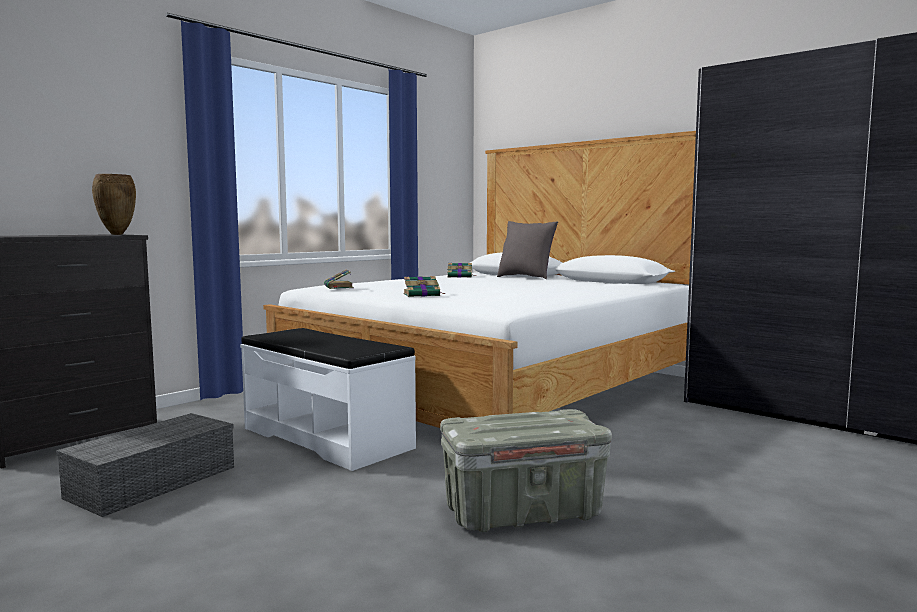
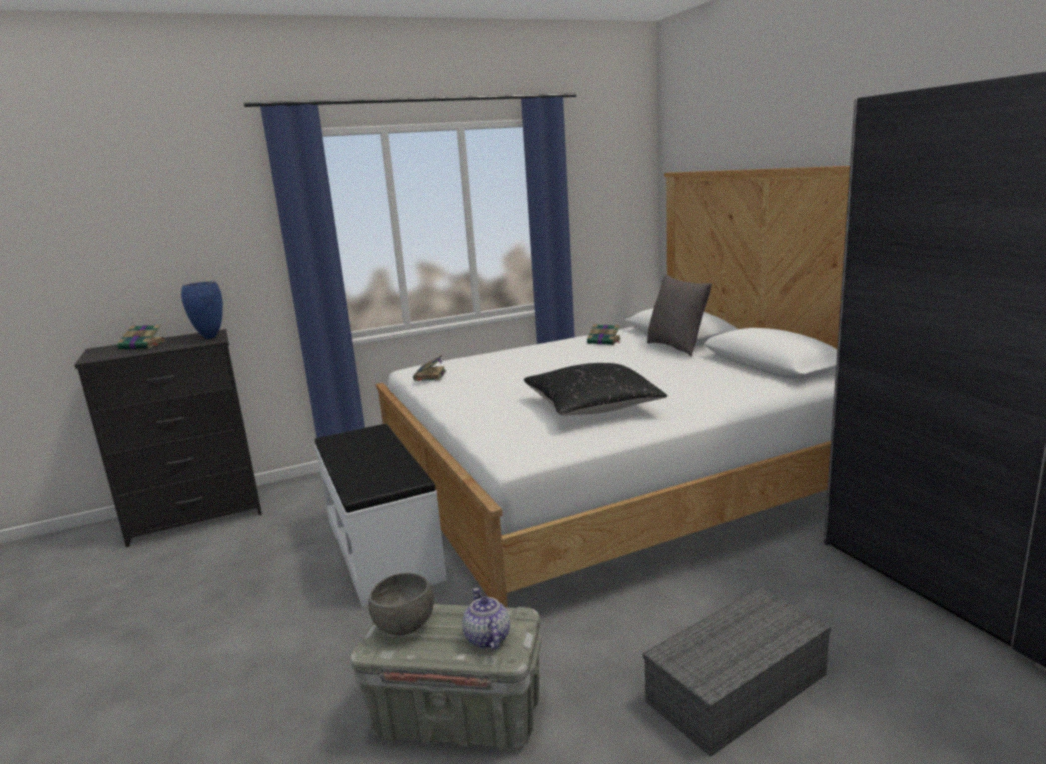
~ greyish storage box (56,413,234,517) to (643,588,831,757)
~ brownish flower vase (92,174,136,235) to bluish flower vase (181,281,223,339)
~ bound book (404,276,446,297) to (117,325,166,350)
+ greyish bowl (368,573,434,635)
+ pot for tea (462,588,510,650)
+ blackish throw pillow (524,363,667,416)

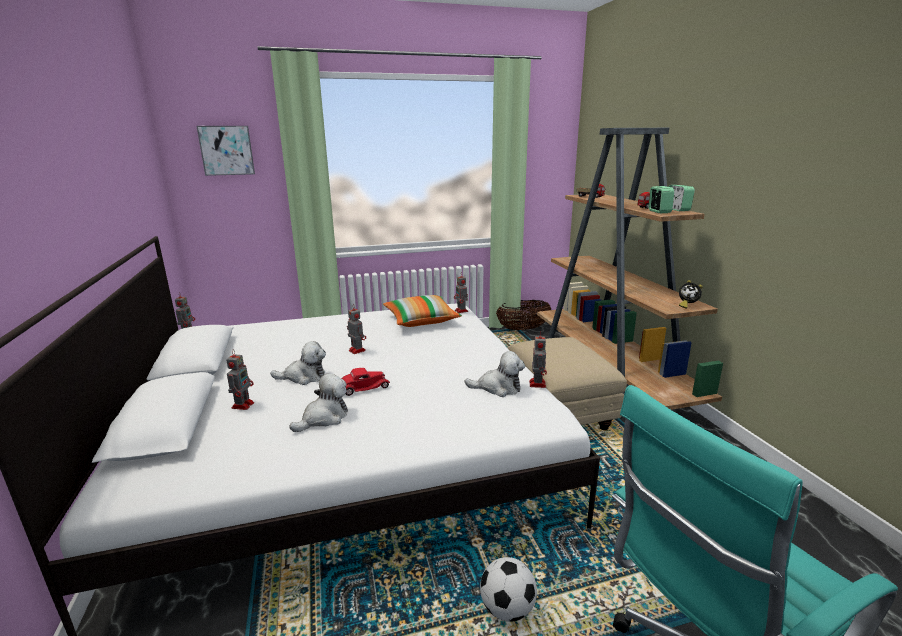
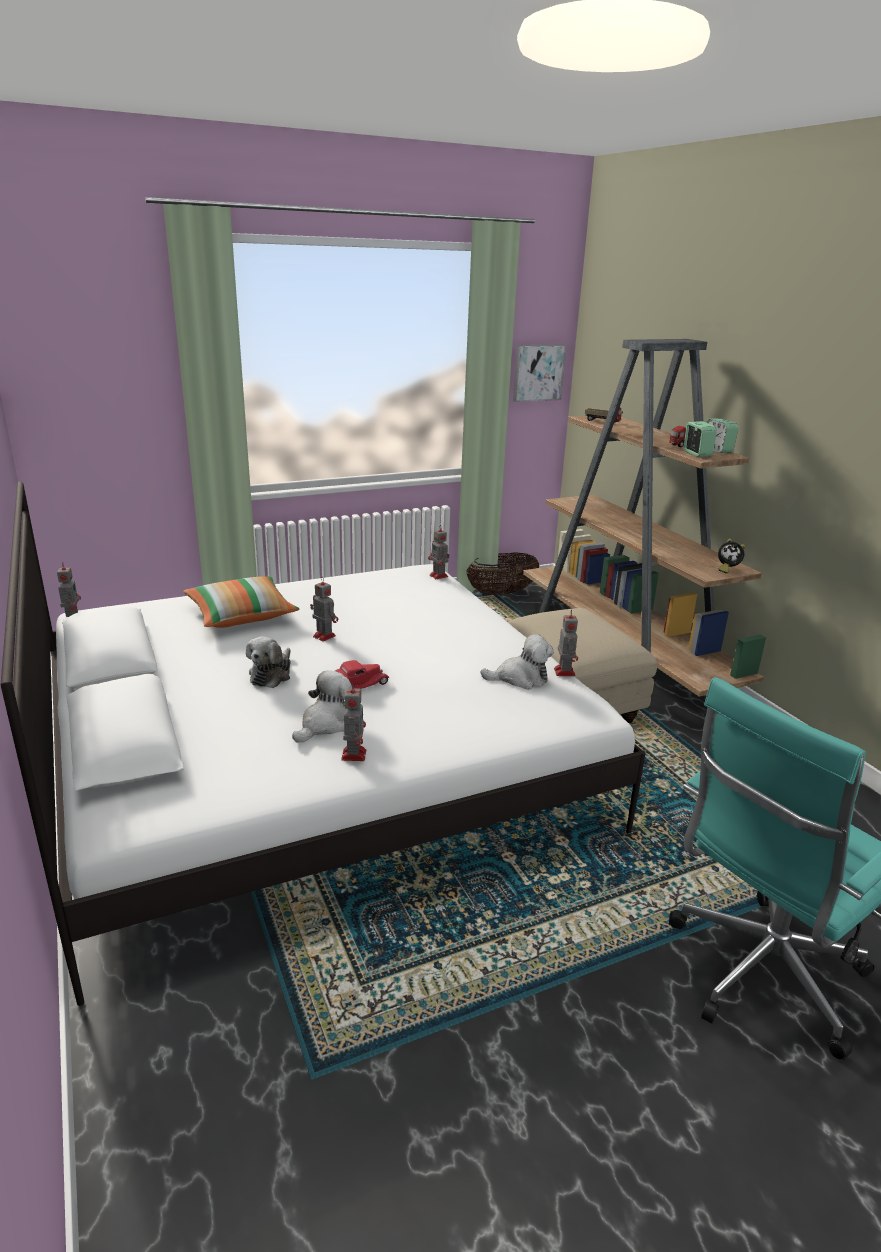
~ wall art (197,126,255,176) to (513,344,566,402)
~ robot figure (226,350,254,410) to (341,683,366,761)
~ plush toy (270,341,326,385) = (246,636,291,688) 120 degrees clockwise
~ throw pillow (383,295,462,327) to (183,576,299,628)
- ball for football (480,557,537,622)

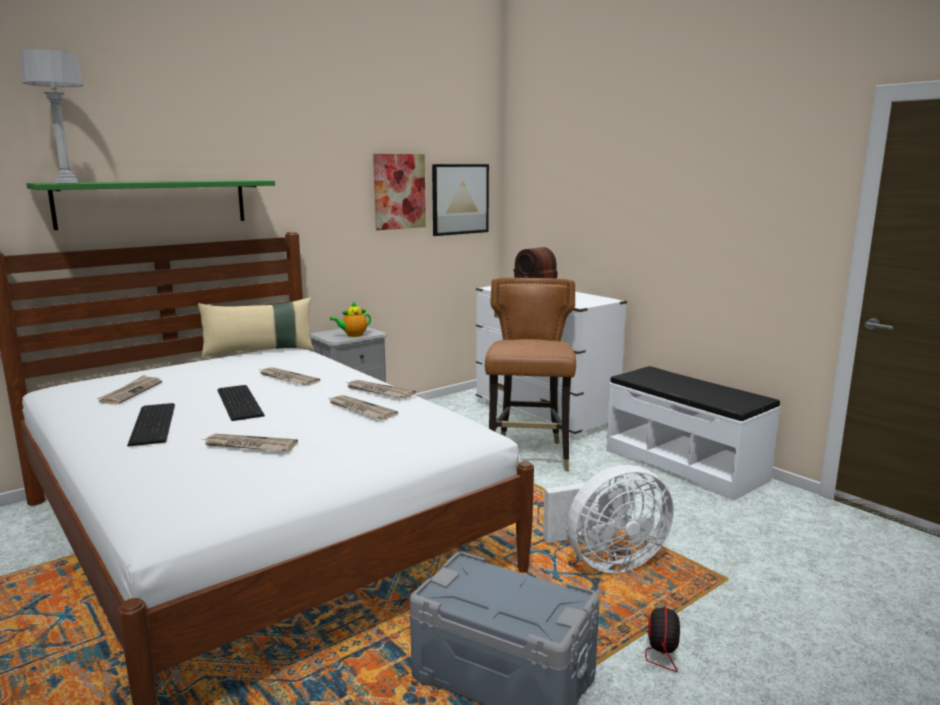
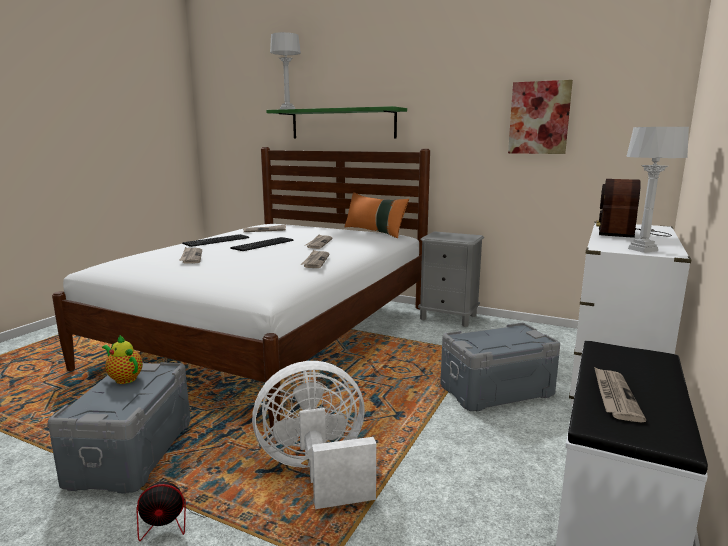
~ sand-coloured throw pillow (198,298,314,357) to orange-coloured throw pillow (345,192,409,238)
~ pot for tea (329,301,371,337) to (102,335,143,384)
~ newspaper (329,395,398,420) to (594,367,646,422)
- wall art (432,164,489,236)
~ brownish plain chair (485,278,576,471) to greyish storage box (440,323,560,412)
~ whitish fan (543,465,674,573) = (252,361,376,509) 120 degrees clockwise
+ greyish table lamp (626,127,689,253)

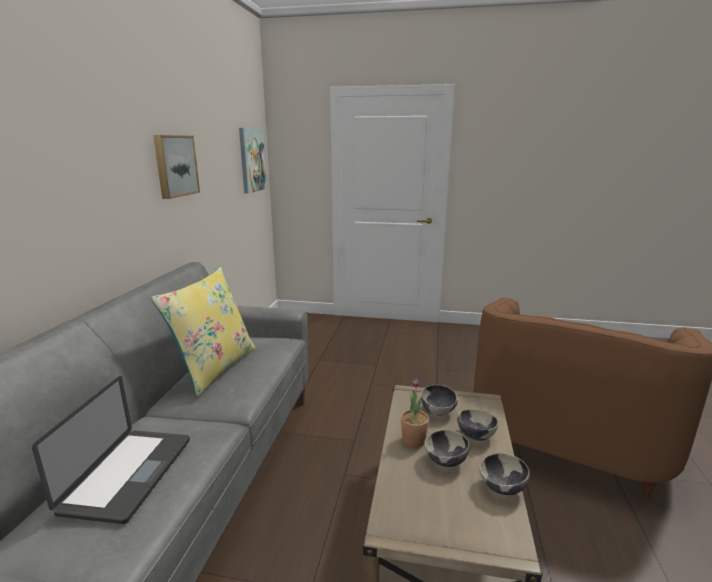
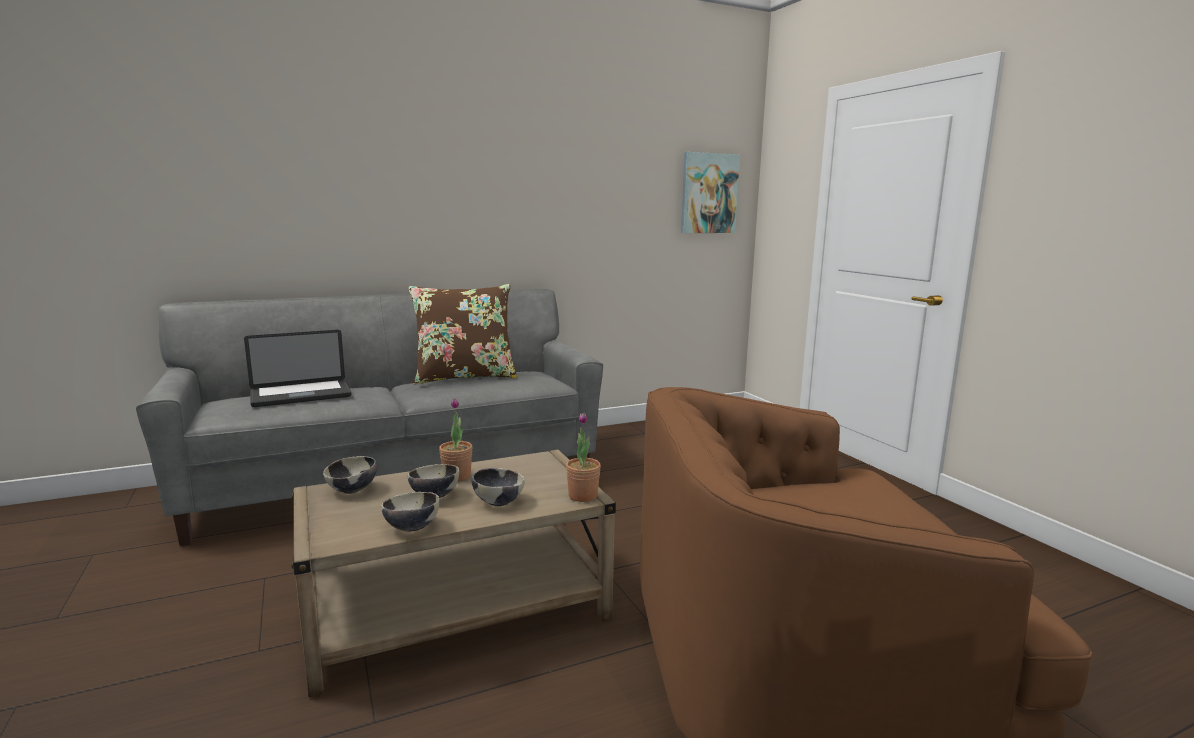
~ yellowish throw pillow (151,267,256,396) to brownish throw pillow (409,284,517,384)
- wall art (153,135,200,199)
~ bowl (421,385,458,416) to (323,456,377,494)
+ houseplant (566,413,601,502)

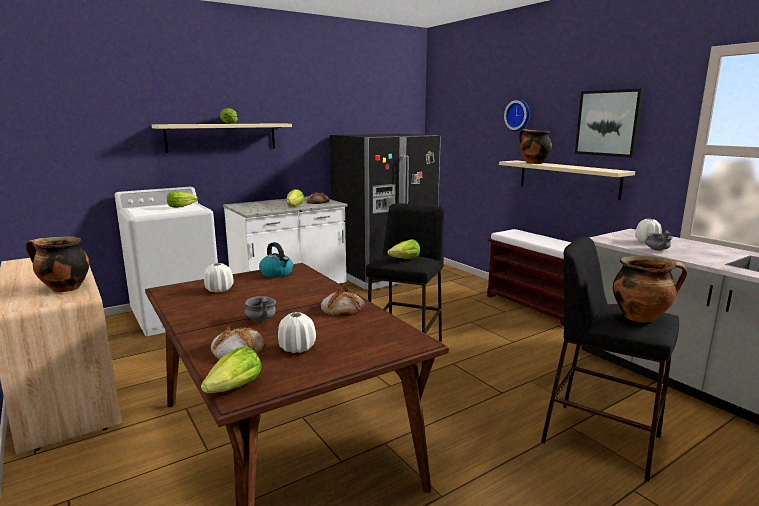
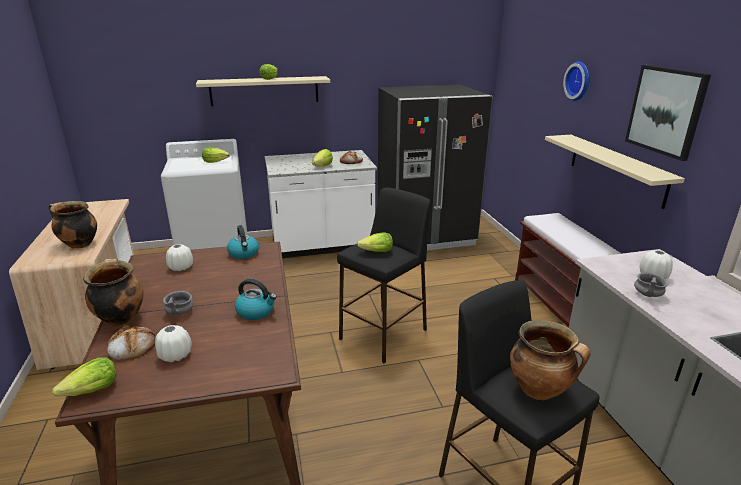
~ bread (321,287,365,316) to water kettle (235,279,277,320)
~ saucepot (519,129,552,164) to (83,259,143,326)

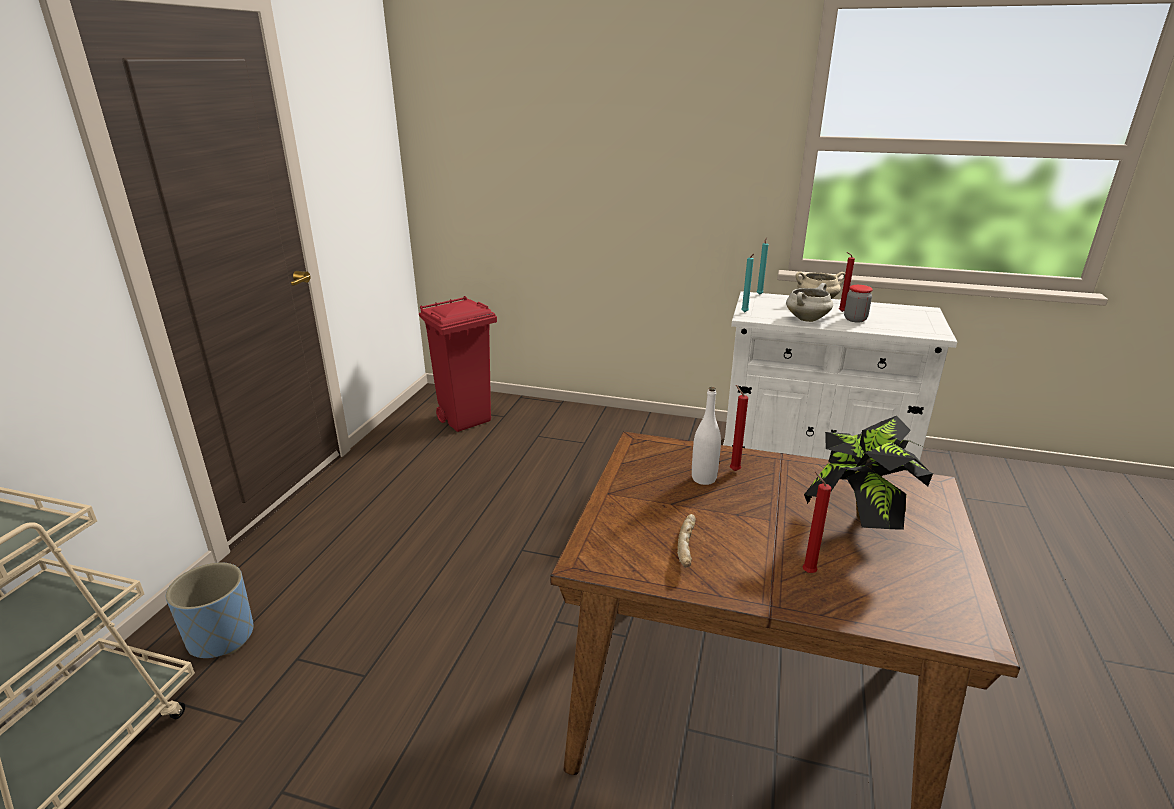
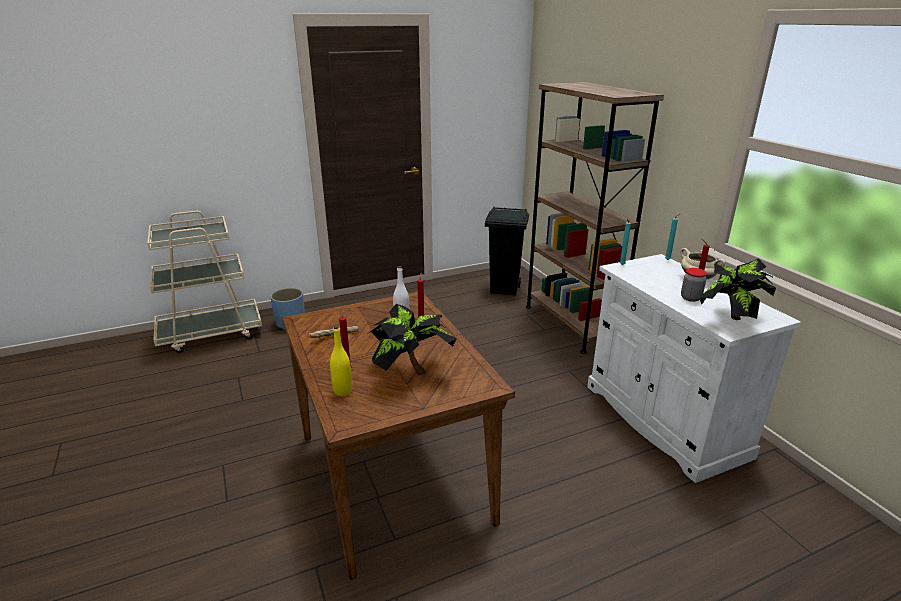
~ red-coloured rubbish bin (419,296,497,432) to blackish rubbish bin (485,207,529,295)
- whitish saucepot (786,283,833,322)
+ yellowish drink bottle (330,325,352,396)
+ brownish shelving unit (526,82,664,354)
+ houseplant (700,258,776,320)

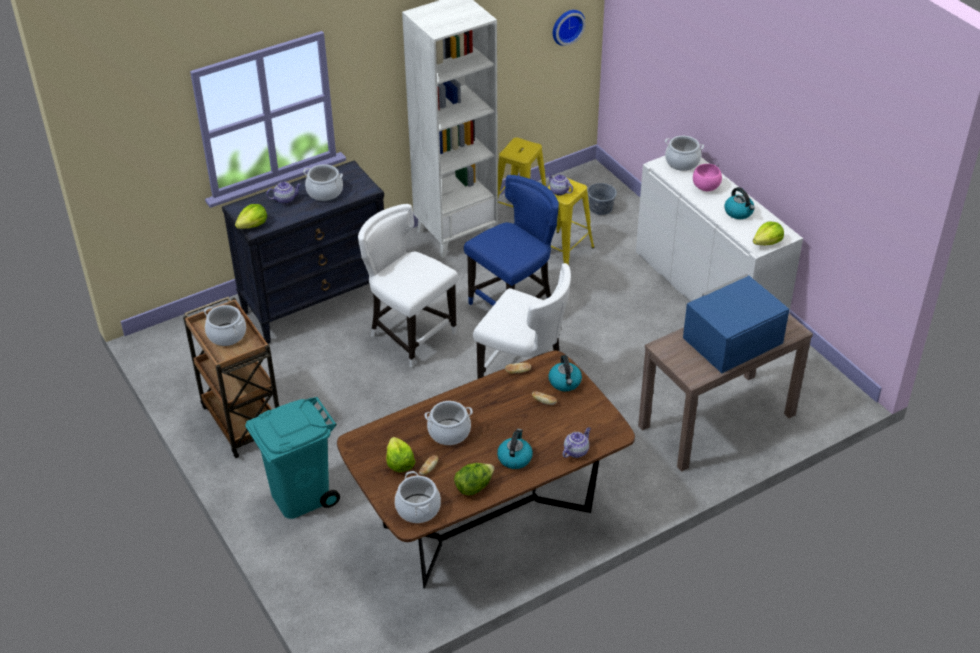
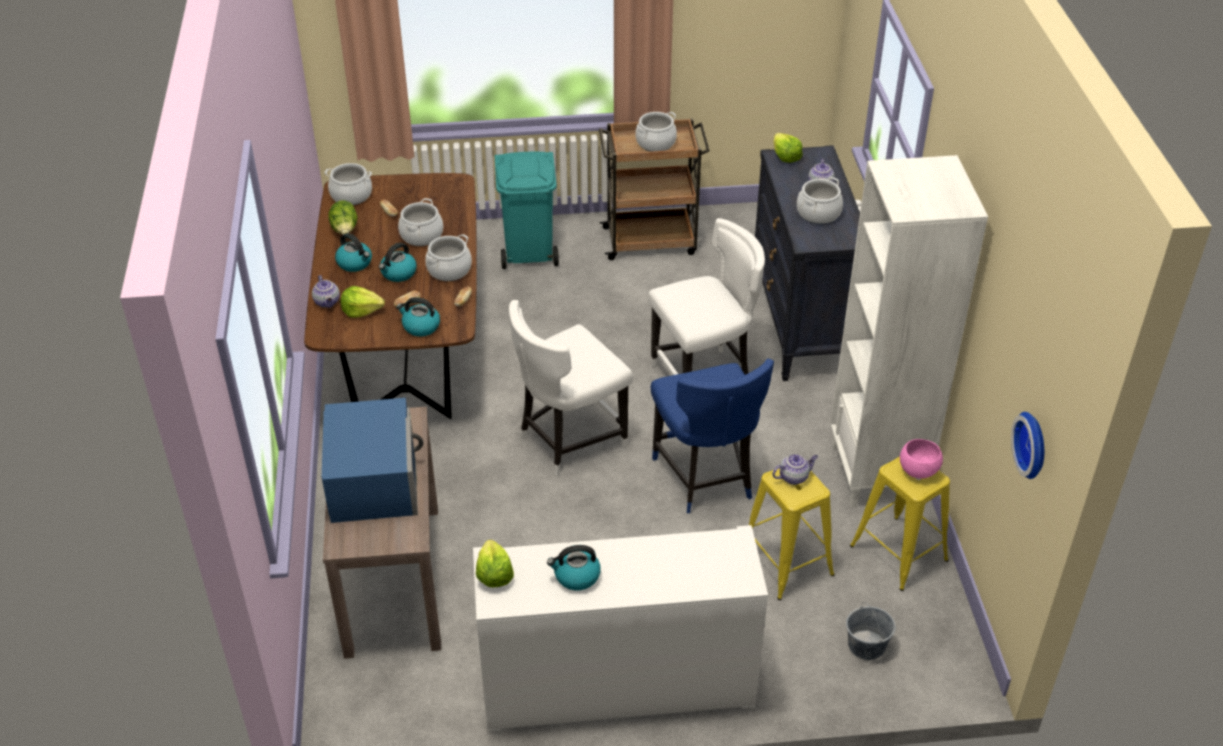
~ lettuce head (386,437,415,472) to (340,286,385,318)
~ saucepot (665,136,704,171) to (425,234,472,281)
~ pinkish bowl (693,164,722,191) to (900,439,943,479)
+ water kettle (379,242,417,282)

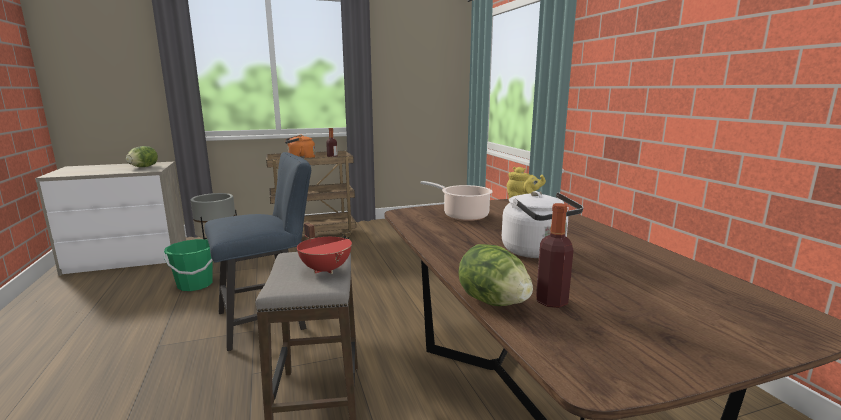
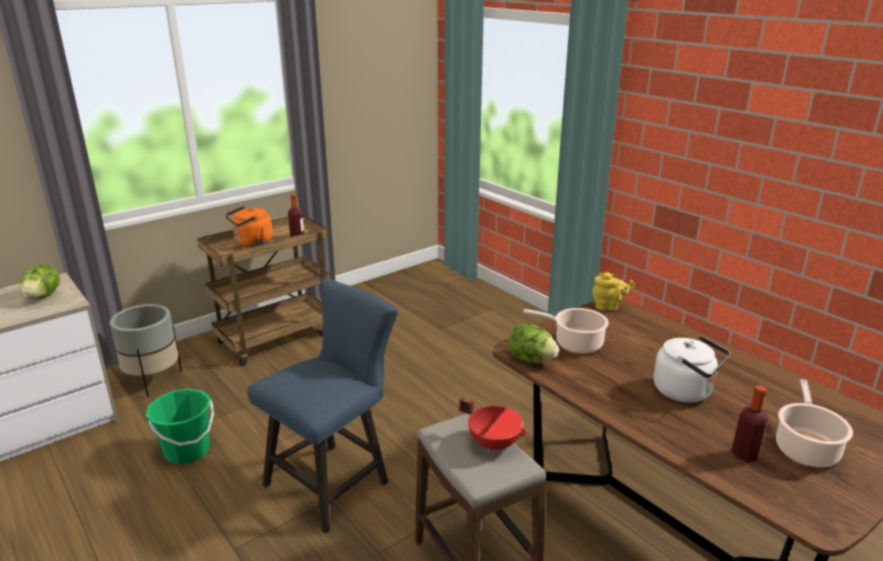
~ lettuce head (459,244,533,306) to (508,324,559,363)
+ saucepot (776,379,853,467)

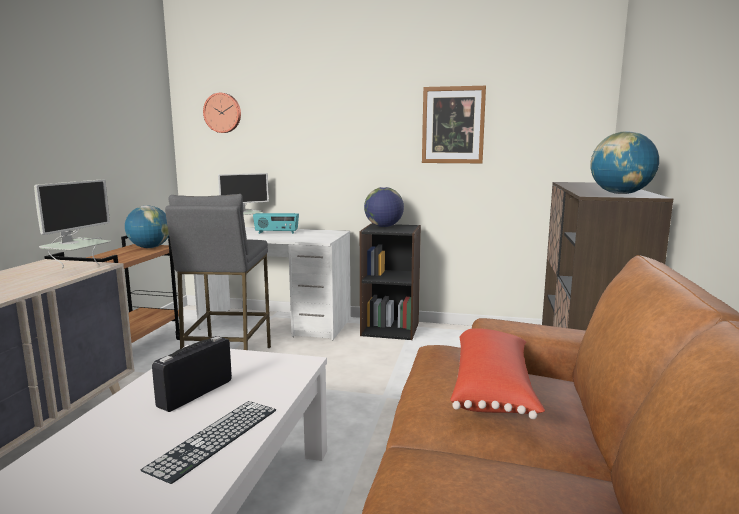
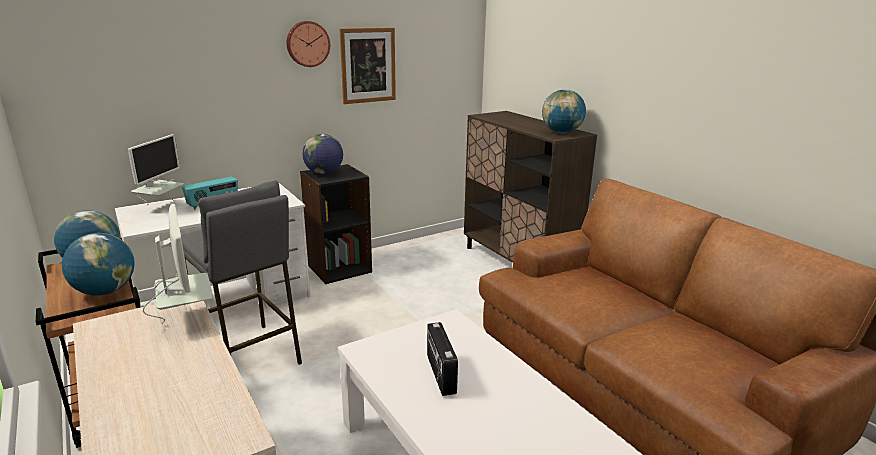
- keyboard (141,401,276,484)
~ wall clock (203,93,241,133) to (287,21,330,67)
- red-coloured throw pillow (450,328,545,419)
+ globe (62,233,135,296)

